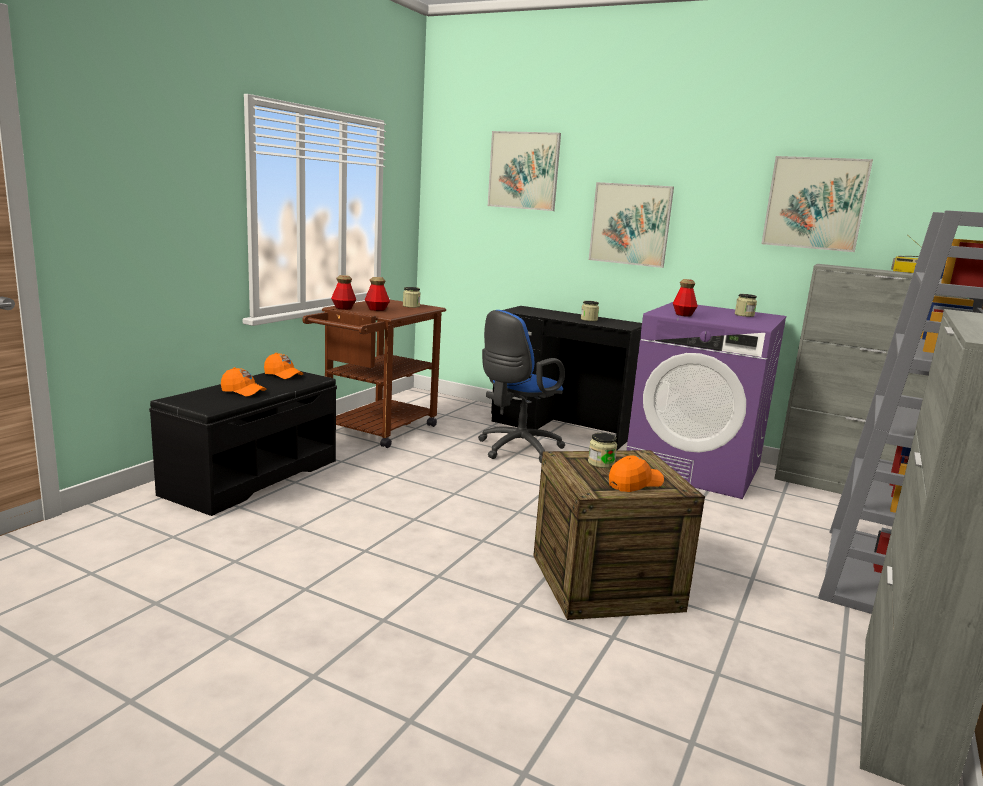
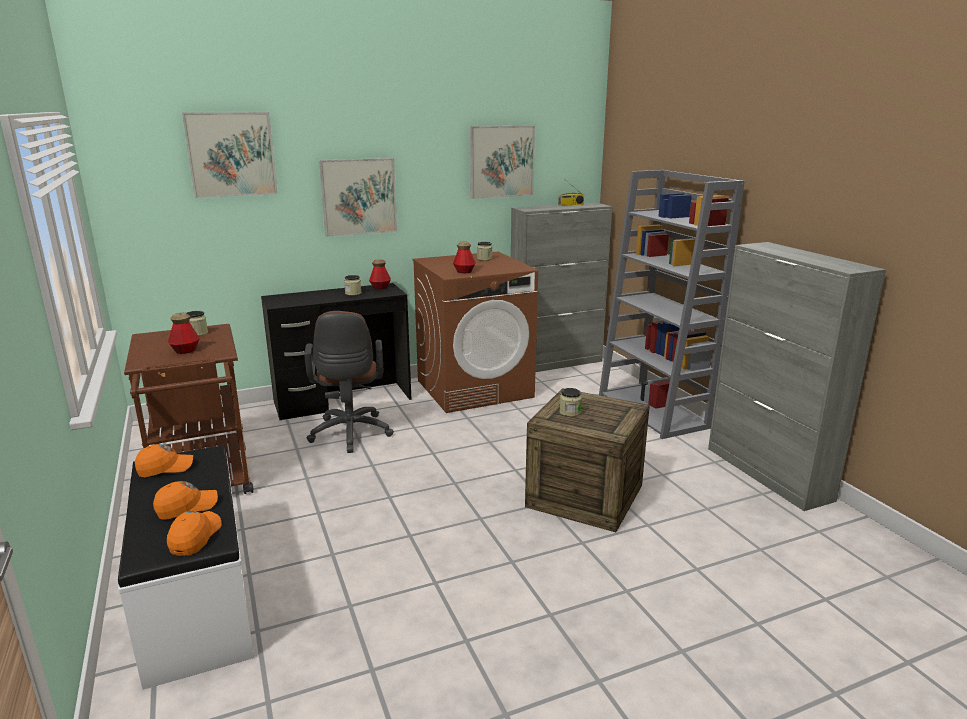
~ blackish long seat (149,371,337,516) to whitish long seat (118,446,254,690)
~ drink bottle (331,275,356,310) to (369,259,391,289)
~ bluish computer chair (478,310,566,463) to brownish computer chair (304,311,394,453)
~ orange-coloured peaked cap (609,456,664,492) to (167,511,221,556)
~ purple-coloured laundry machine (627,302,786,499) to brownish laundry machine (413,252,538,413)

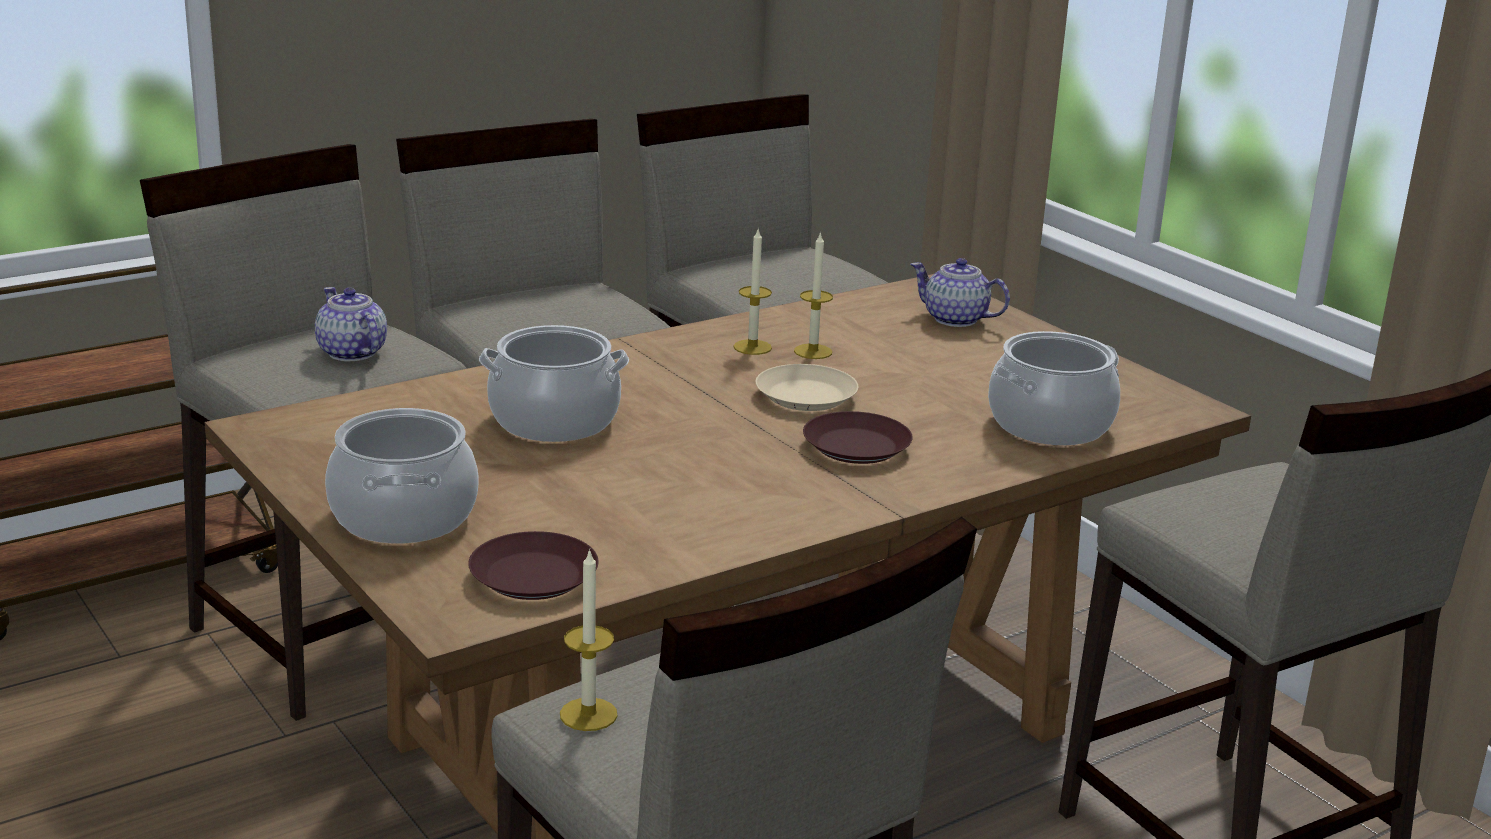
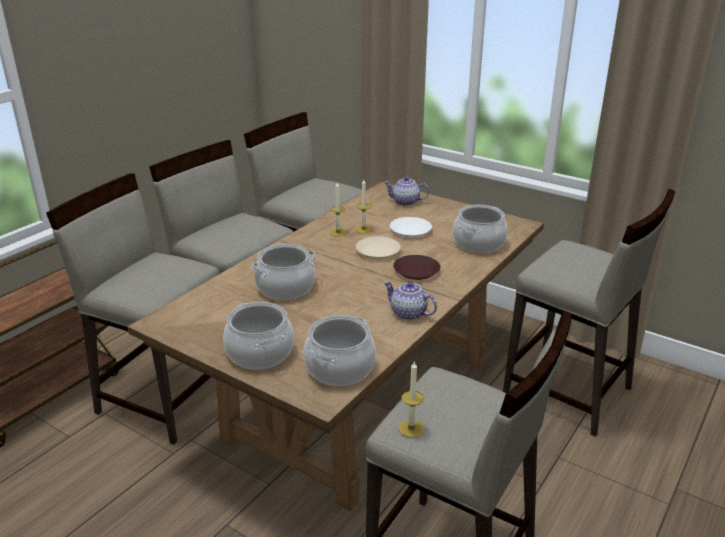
~ pot for tea (315,287,387,361) to (383,281,437,320)
~ brownish flat dish (468,531,599,600) to saucepot (304,315,376,386)
+ whitish flat dish (390,217,432,238)

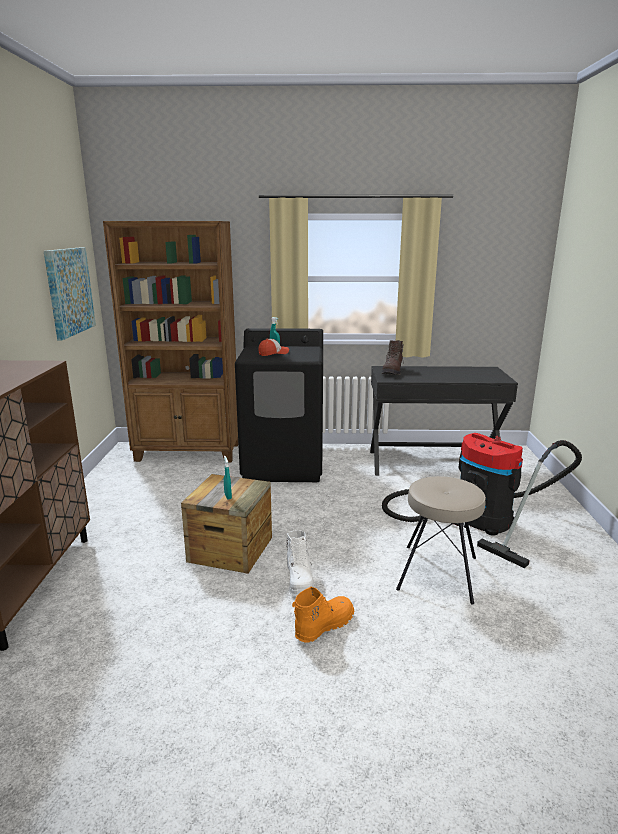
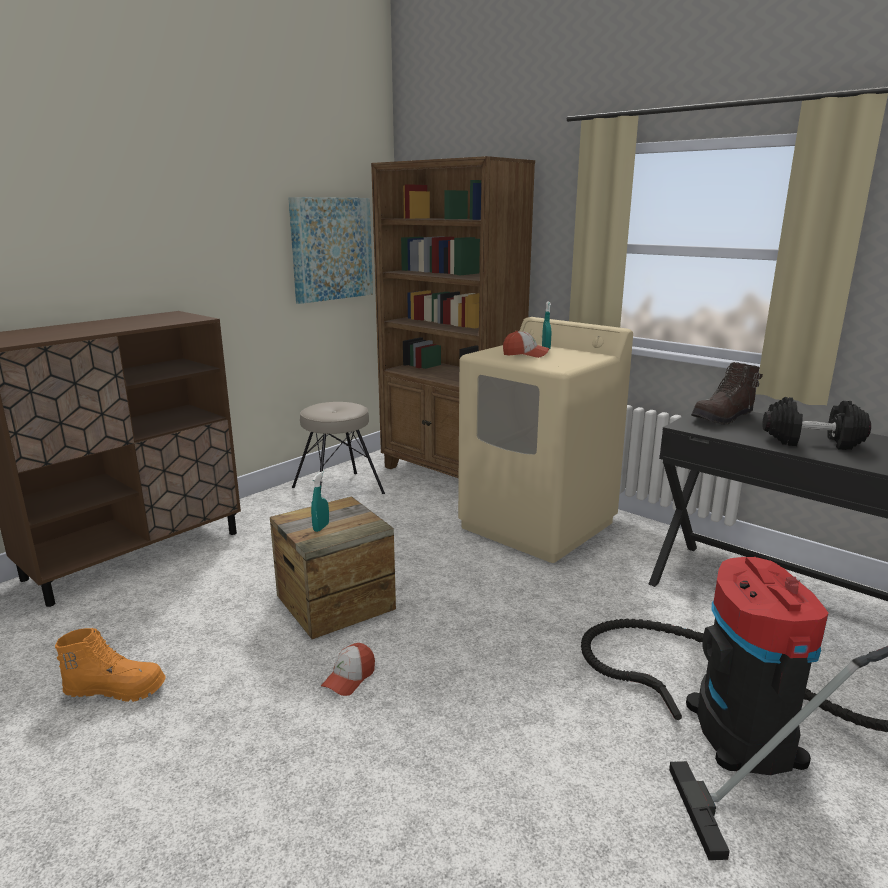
~ blackish laundry machine (235,328,323,482) to sand-coloured laundry machine (458,317,633,563)
~ whitish high-top boot (286,530,314,596) to peaked cap (321,643,375,696)
~ orange-coloured high-top boot (292,587,354,643) to (55,628,166,702)
~ sand-coloured stool seat (396,476,486,605) to (292,402,385,494)
+ blackish free weight (763,397,871,450)

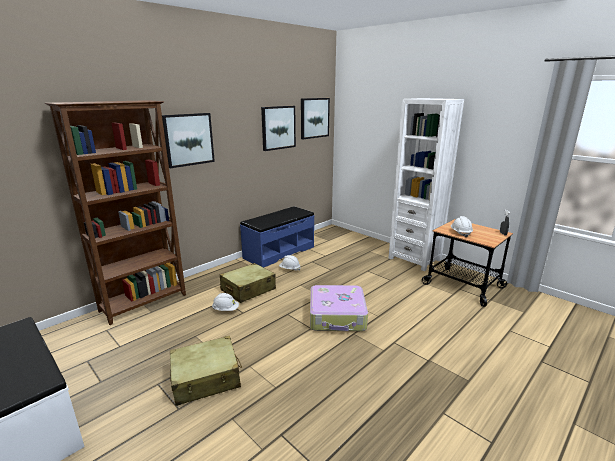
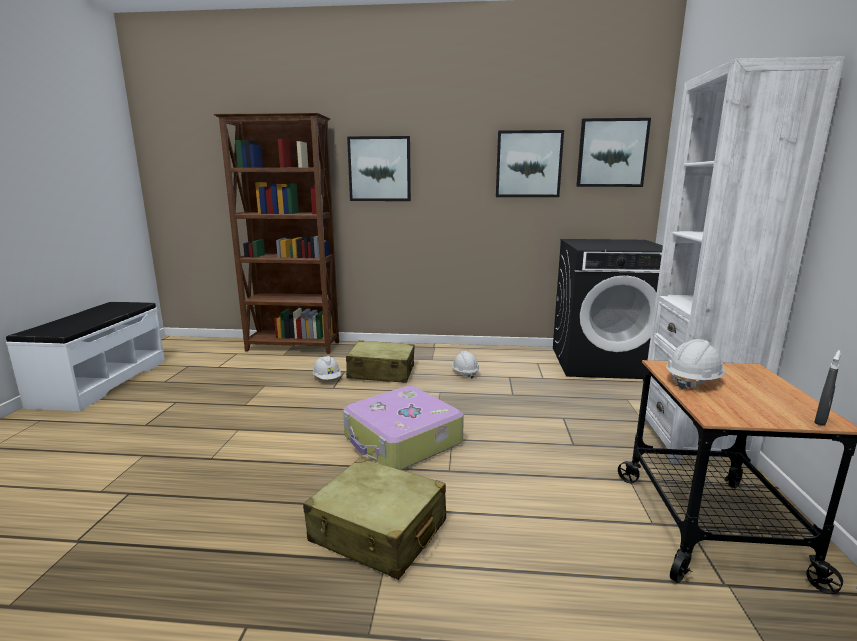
~ sand-coloured suitcase (170,336,242,406) to (303,458,446,580)
- bluish long seat (240,206,315,268)
+ blackish laundry machine (553,239,663,379)

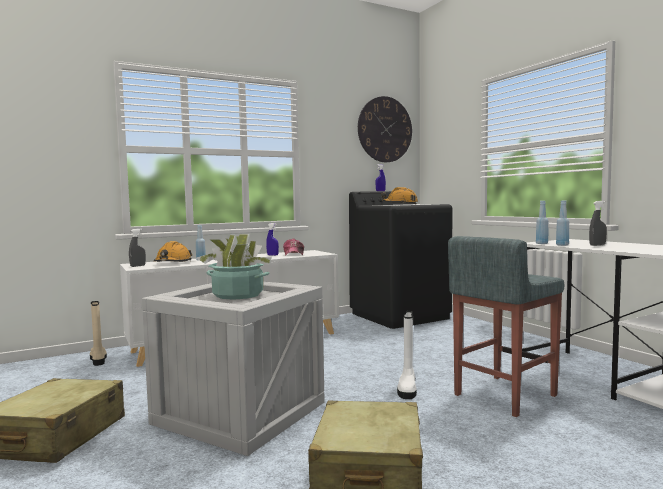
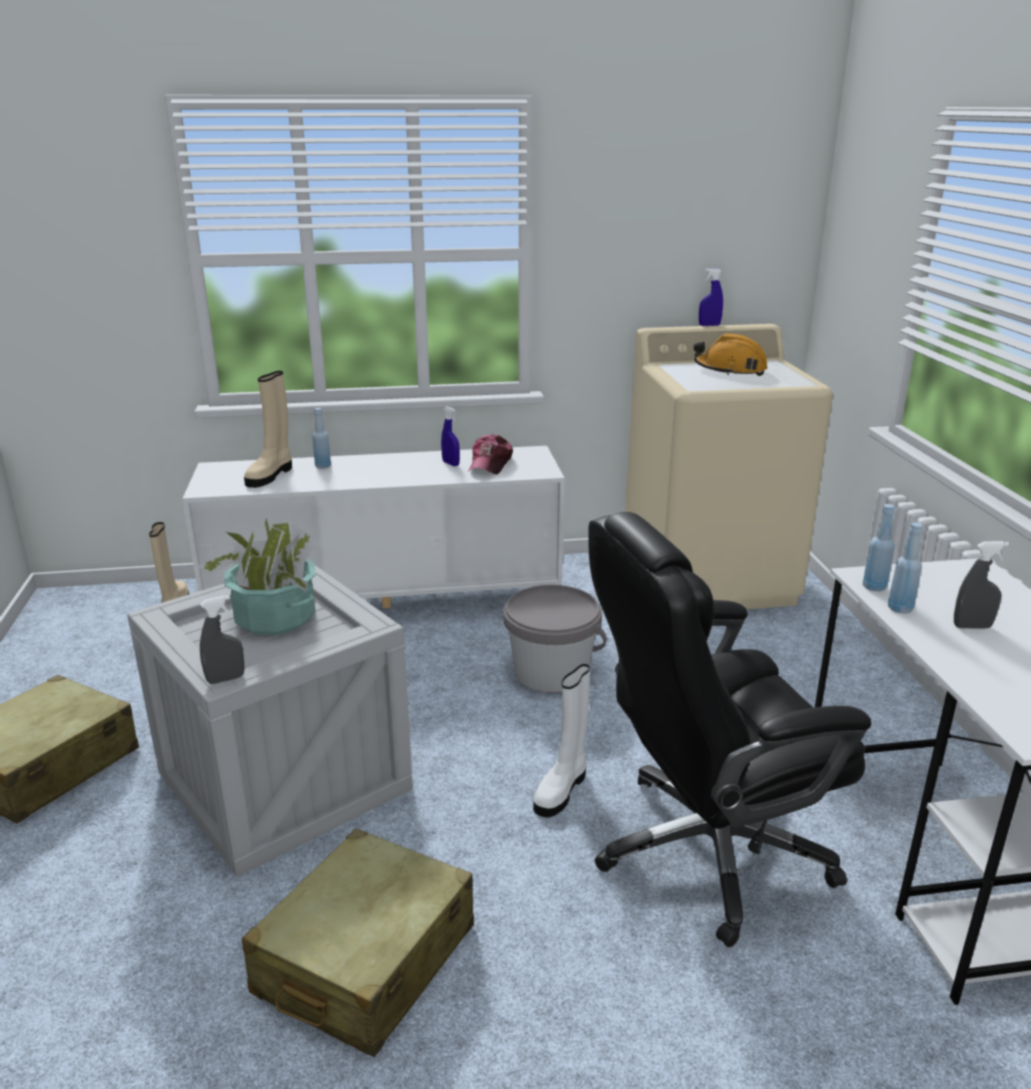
~ greyish hand sprayer (129,229,146,267) to (200,595,245,684)
~ orange-coloured safety helmet (154,241,192,262) to sand-coloured high-top boot (244,371,292,488)
~ blackish laundry machine (349,191,452,329) to sand-coloured laundry machine (625,324,833,609)
- wall clock (358,96,412,162)
~ greyish stool seat (448,236,564,417) to blackish computer chair (588,512,872,947)
+ greyish pail (503,585,607,692)

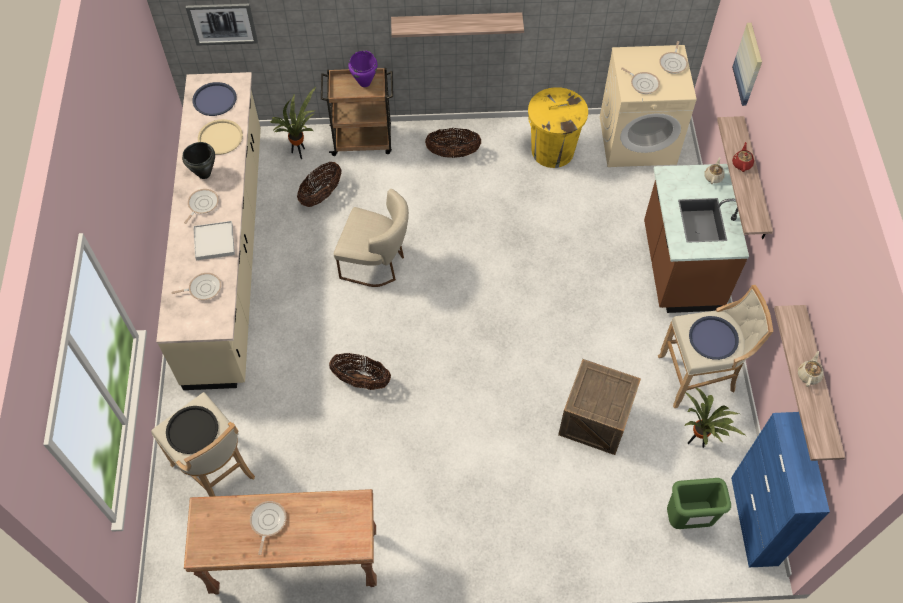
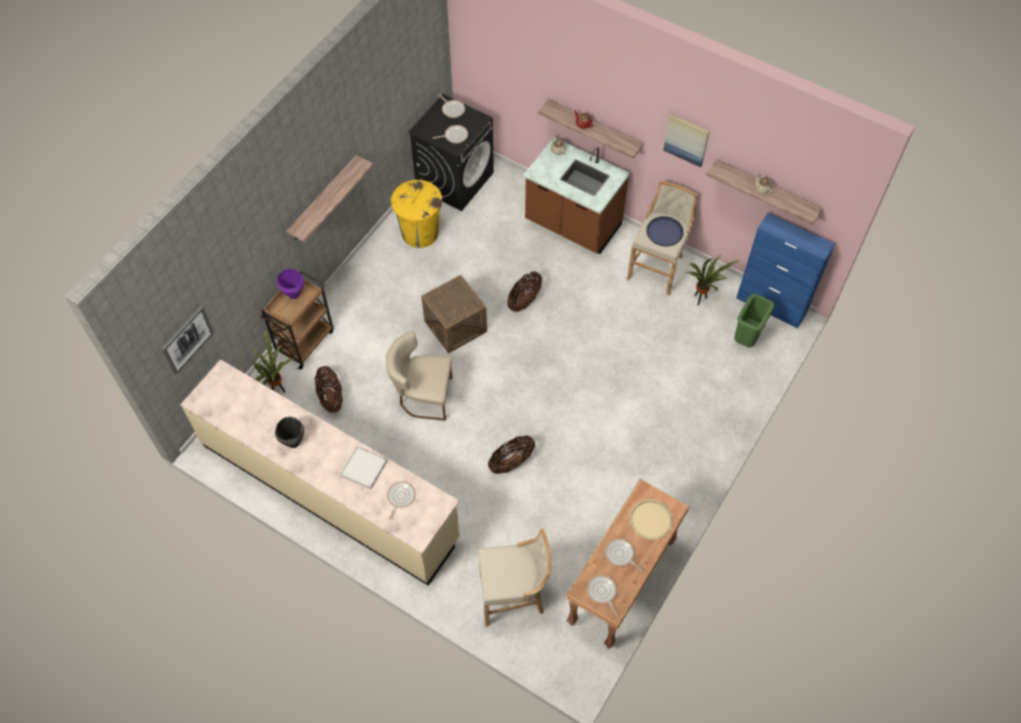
- blackish tray (166,406,218,454)
~ pan (184,189,219,224) to (587,575,618,616)
- bluish tray (192,82,237,116)
~ sand-coloured tray (198,119,243,155) to (629,499,673,540)
~ sand-coloured plain chair (334,189,409,287) = (386,332,452,420) 135 degrees counterclockwise
~ storage basket (425,128,481,158) to (507,272,542,312)
~ packing crate (558,359,641,455) to (421,275,487,354)
~ sand-coloured laundry machine (600,45,696,167) to blackish laundry machine (408,94,494,211)
~ wall art (732,23,762,106) to (663,114,710,167)

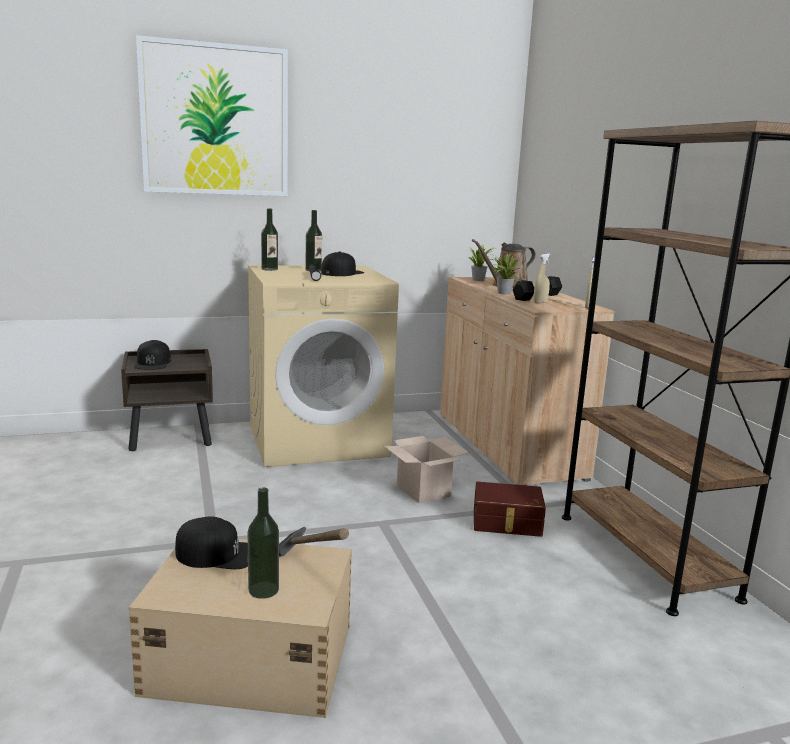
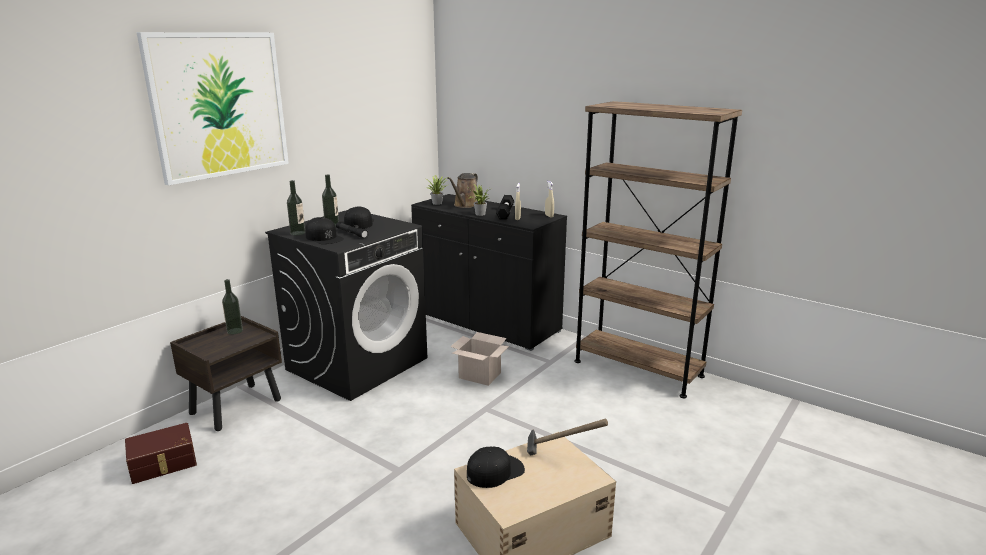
~ blackish peaked cap (134,340,171,370) to (305,217,344,244)
~ drink bottle (247,487,279,599) to (222,279,243,335)
~ sand-coloured laundry machine (248,265,399,467) to blackish laundry machine (265,210,427,401)
~ sand-coloured storage cabinet (440,277,615,486) to blackish storage cabinet (411,194,567,351)
~ brownish storage box (474,482,546,537) to (125,423,197,484)

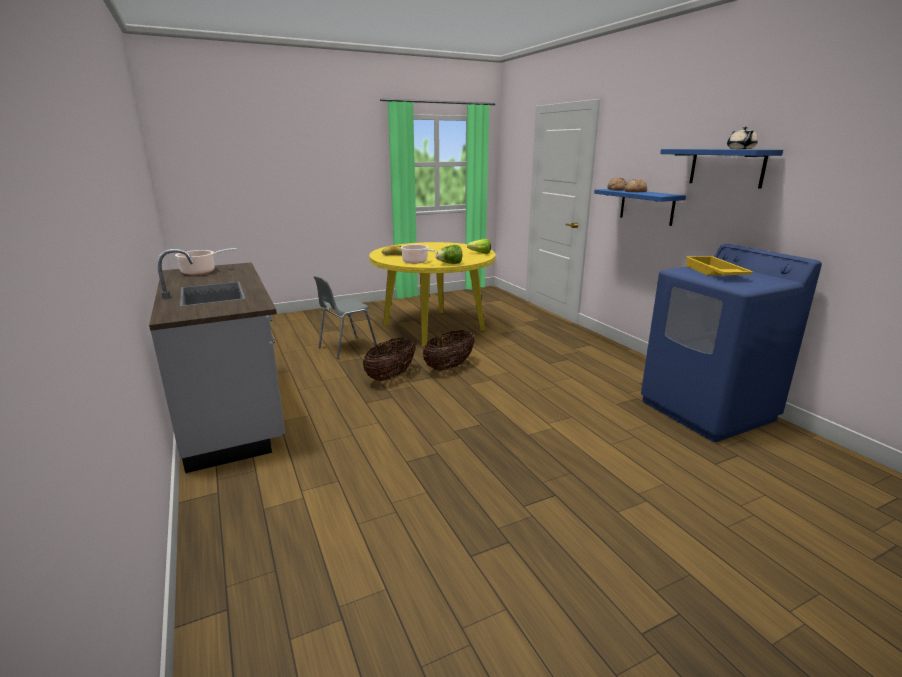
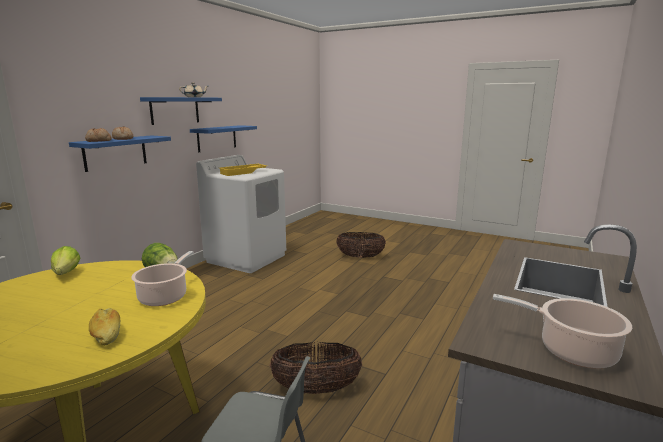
~ storage basket (423,330,475,371) to (336,232,386,258)
~ bluish laundry machine (641,244,822,442) to whitish laundry machine (196,155,286,273)
+ bluish shelf (190,125,257,152)

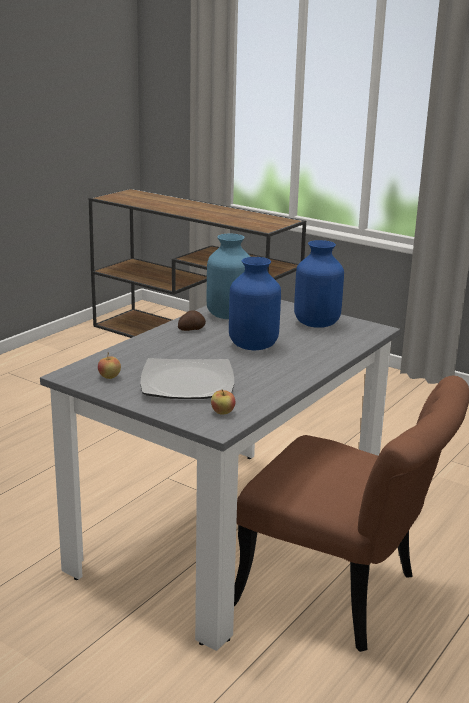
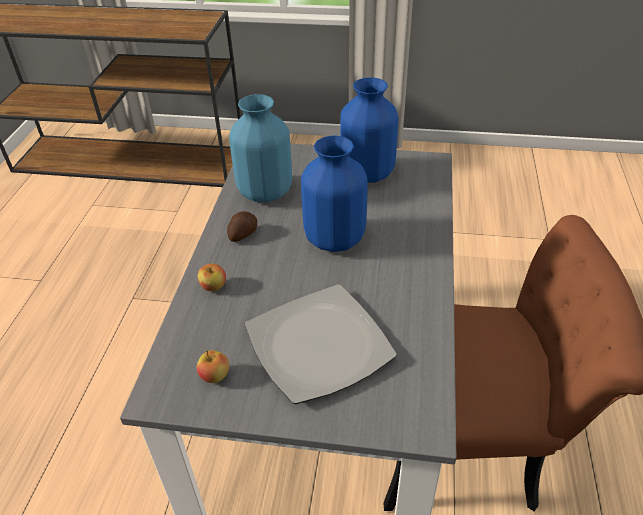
~ apple (211,389,235,415) to (198,264,226,291)

